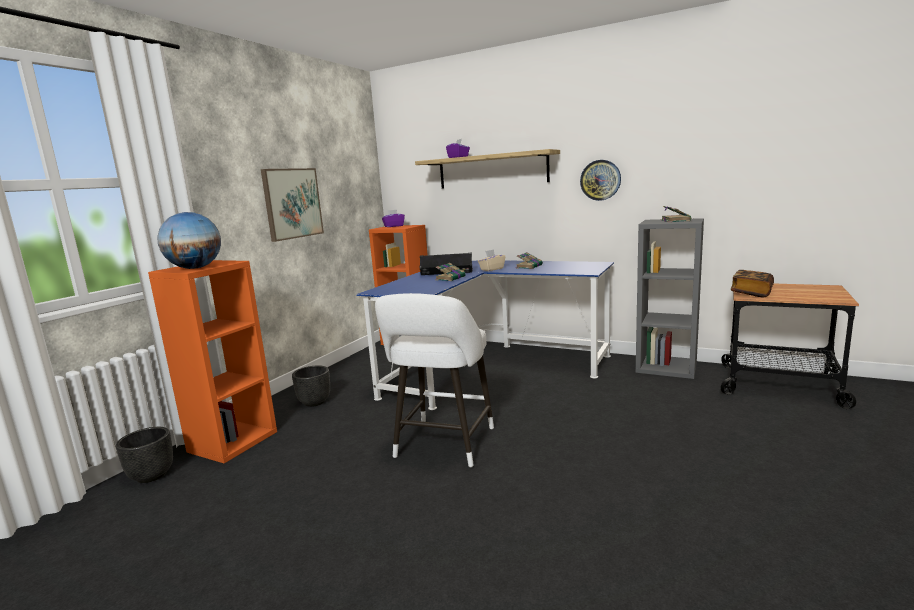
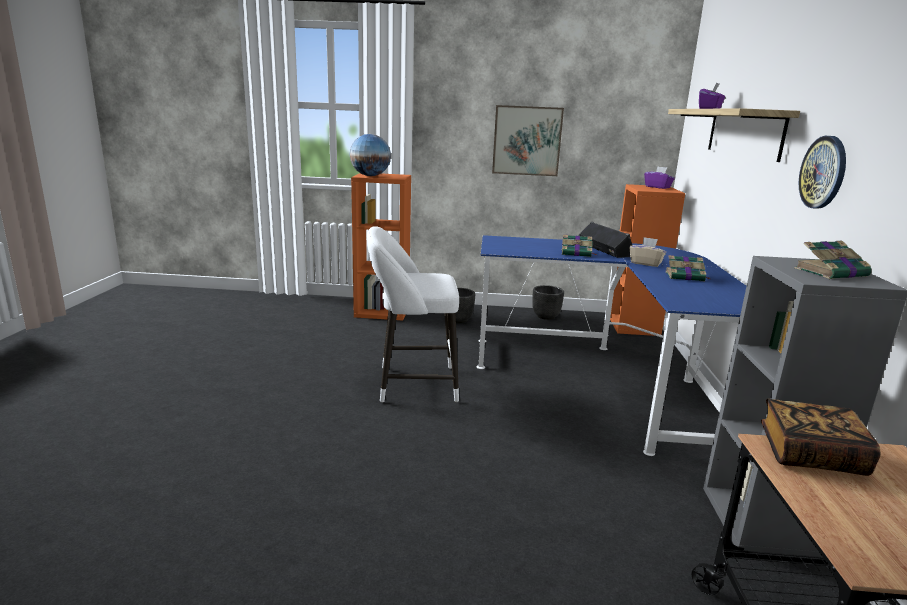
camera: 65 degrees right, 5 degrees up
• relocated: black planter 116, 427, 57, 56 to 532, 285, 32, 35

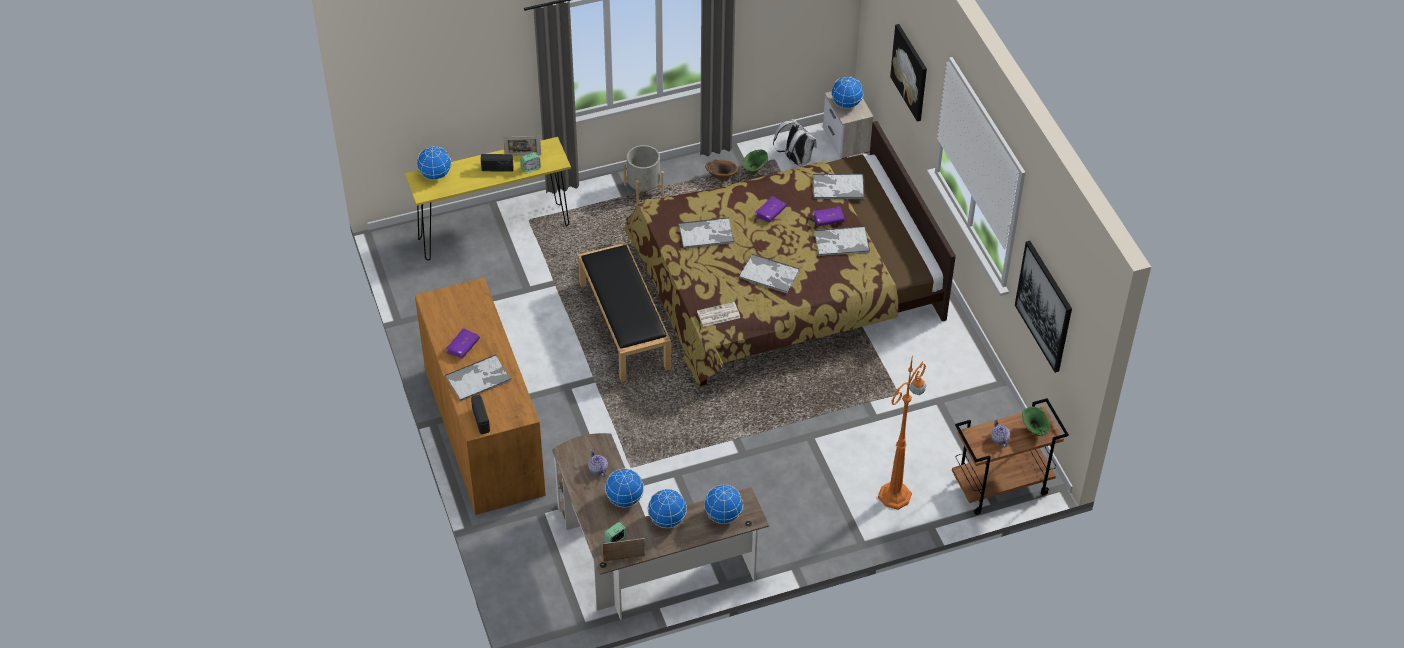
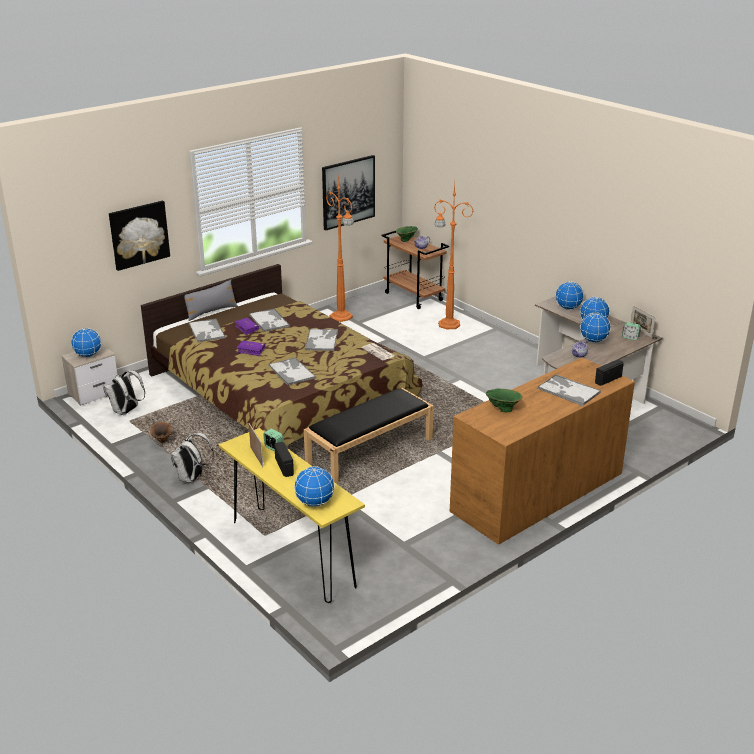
camera: 110 degrees left, 20 degrees down
• exchanged: grey planter 623, 145, 41, 58 to white backpack 170, 433, 44, 50
• relocated: green vase 742, 149, 26, 26 to 486, 388, 36, 24
• missing: purple book 446, 328, 34, 31
• appeared: orange floor lamp 326, 172, 28, 150
• appeared: grey pillow 184, 280, 54, 41

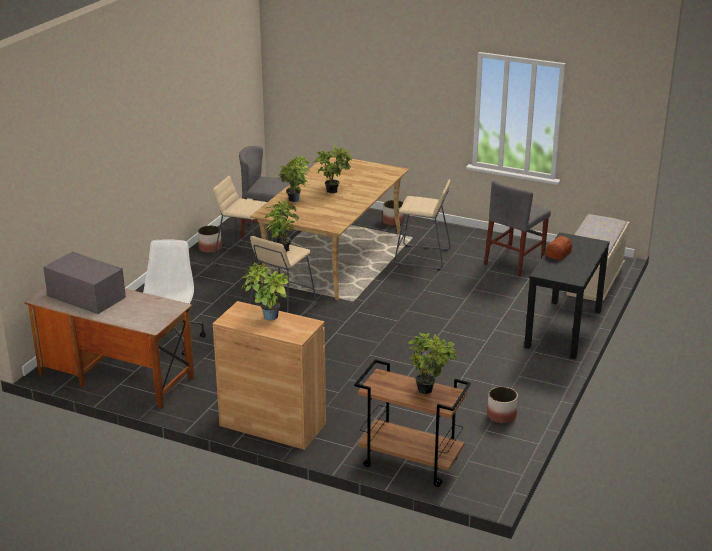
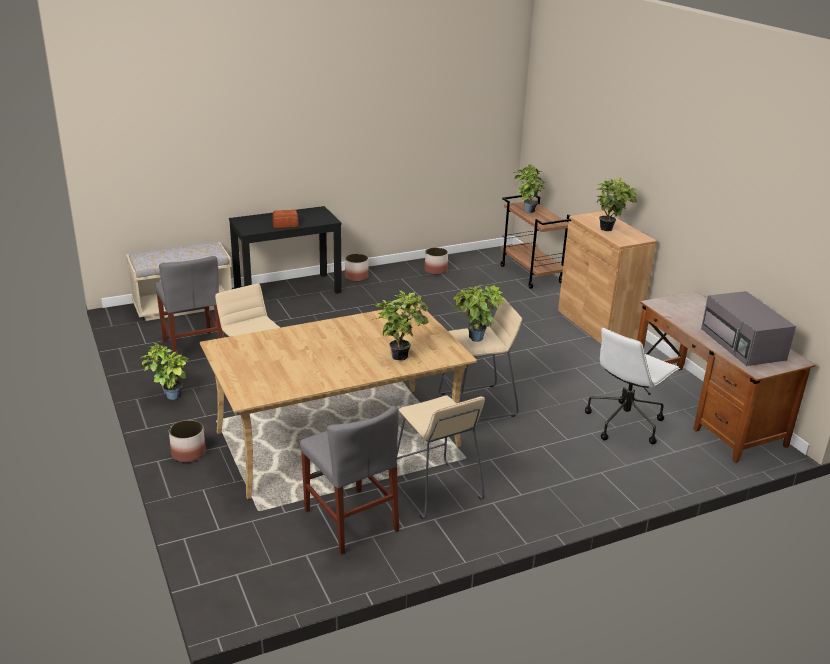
camera: 140 degrees left, 0 degrees up
• relocated: potted plant 312, 145, 40, 49 to 140, 343, 49, 57
• spun: grey chair 484, 180, 67, 97 = 155, 256, 68, 100 75 degrees clockwise
• relocated: planter 198, 226, 24, 27 to 345, 254, 24, 27

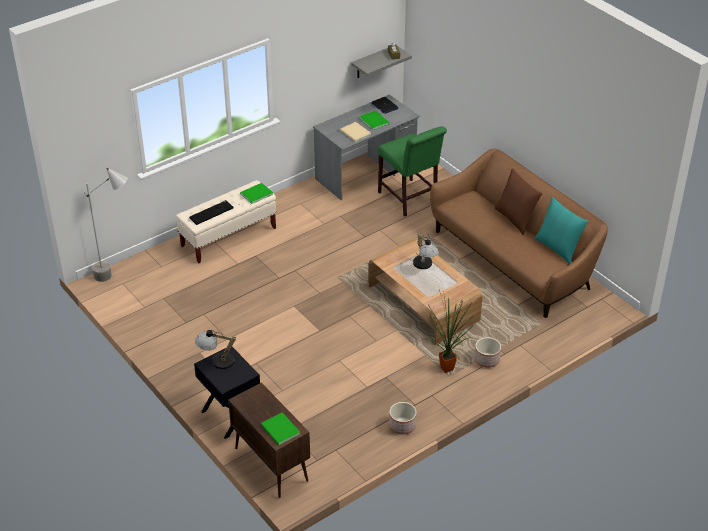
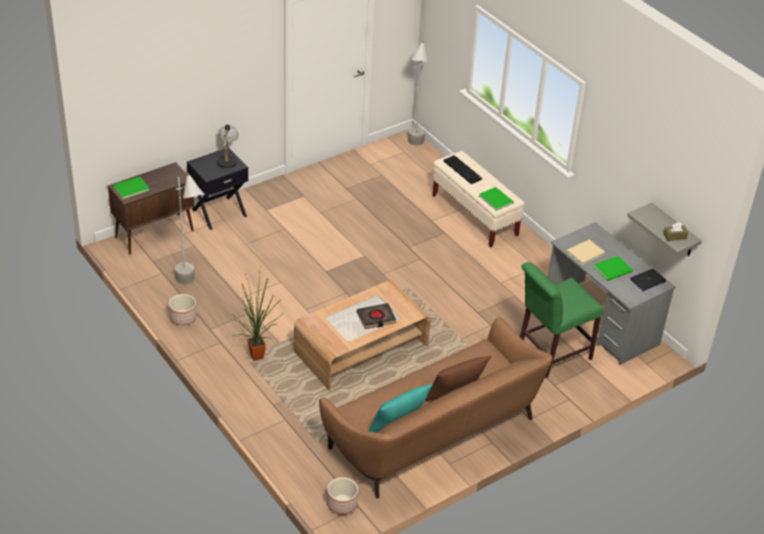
camera: 90 degrees right, 0 degrees up
• exchanged: table lamp 413, 233, 26, 36 to black book 357, 303, 39, 26
• relocated: planter 474, 337, 27, 31 to 327, 477, 31, 38
• appeared: grey floor lamp 175, 173, 28, 111

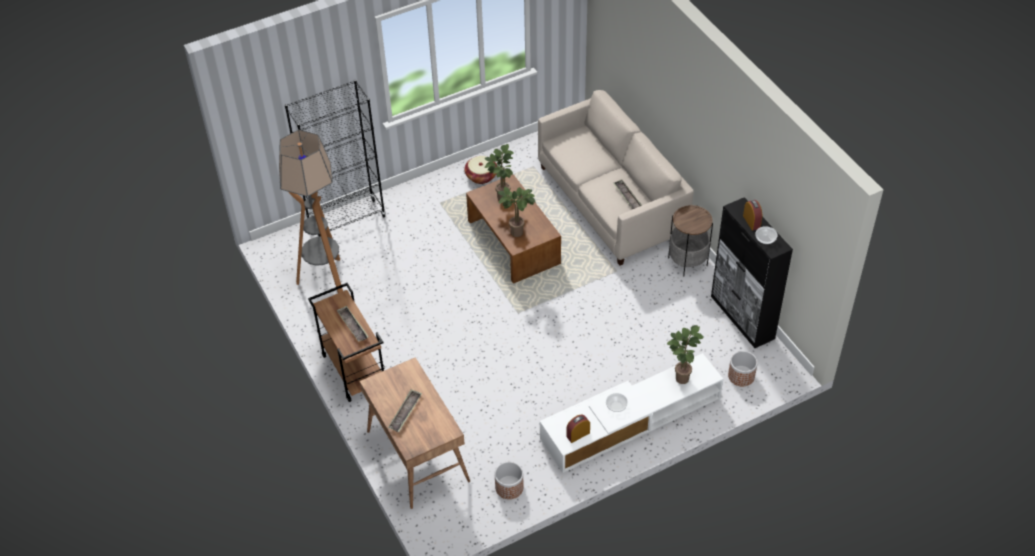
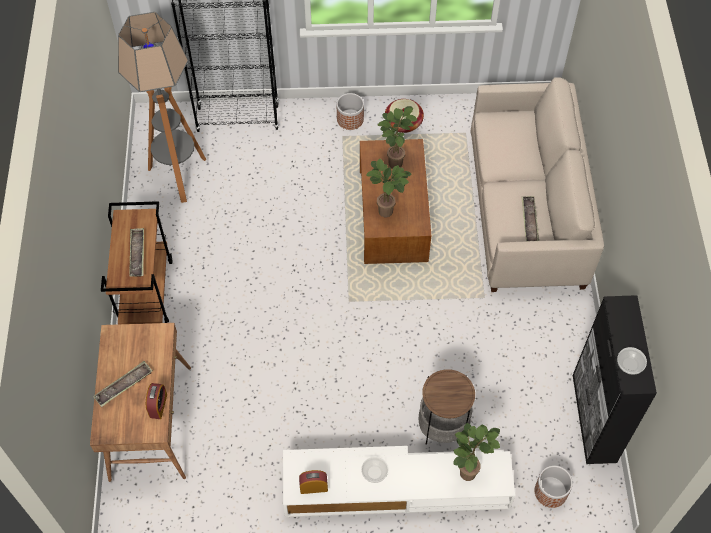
camera: 25 degrees right, 10 degrees up
• relocated: alarm clock 743, 200, 19, 31 to 146, 383, 21, 36
• relocated: side table 668, 205, 45, 71 to 418, 369, 57, 76
• relocated: planter 495, 462, 29, 37 to 337, 93, 27, 37

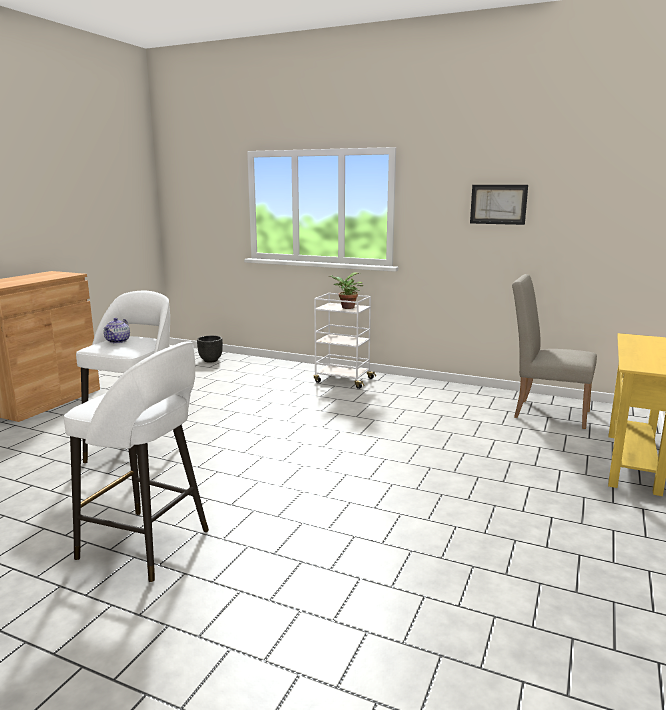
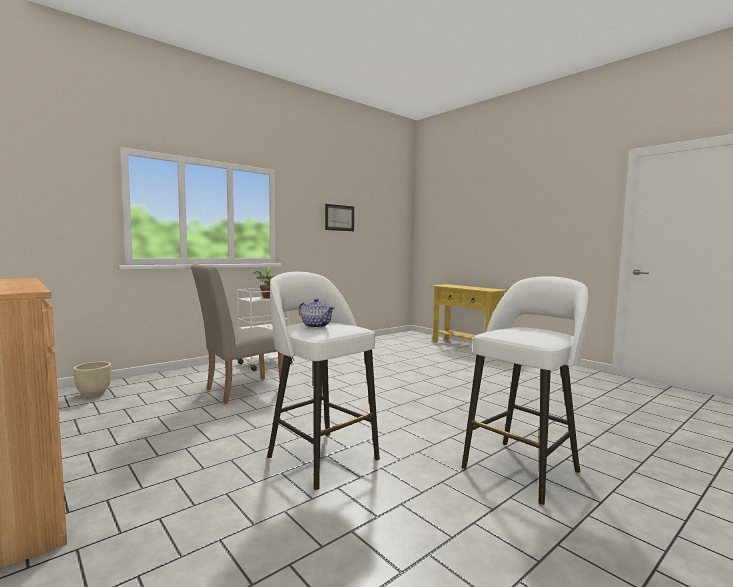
camera: 65 degrees left, 10 degrees down
• relocated: beige chair 512, 274, 85, 155 to 191, 264, 93, 140
• colour: black planter 197, 335, 26, 28 to beige planter 73, 361, 38, 36

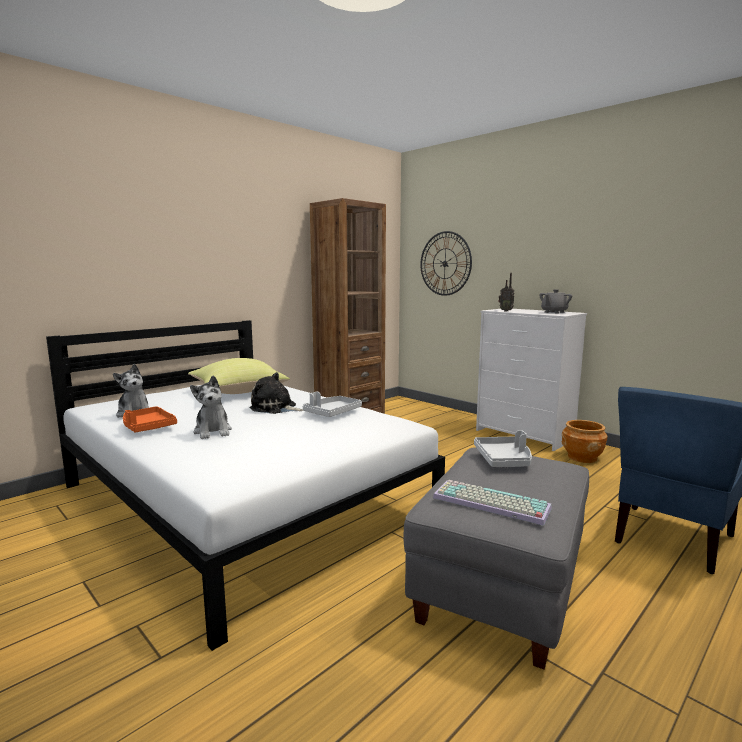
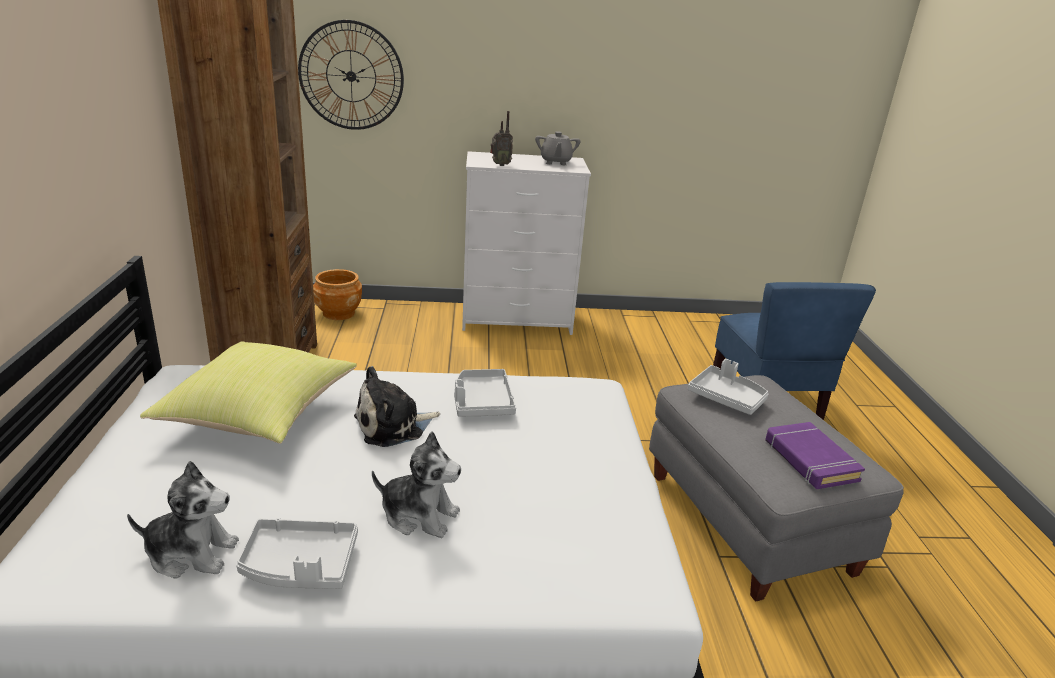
camera: 50 degrees left, 15 degrees up
• colour: orange tray 123, 406, 54, 26 to grey tray 236, 518, 122, 71
• relocated: brown planter 562, 420, 46, 43 to 313, 269, 49, 51
• exchanged: keyboard 433, 480, 119, 46 to purple book 765, 422, 100, 67

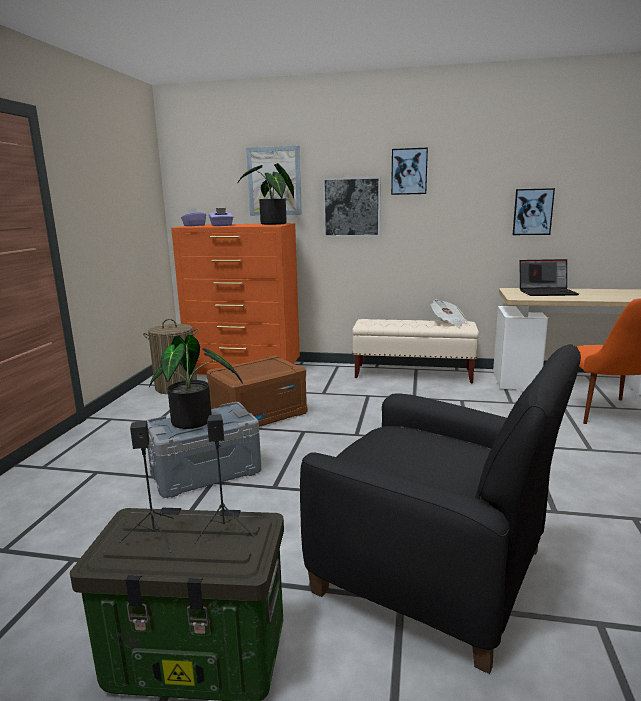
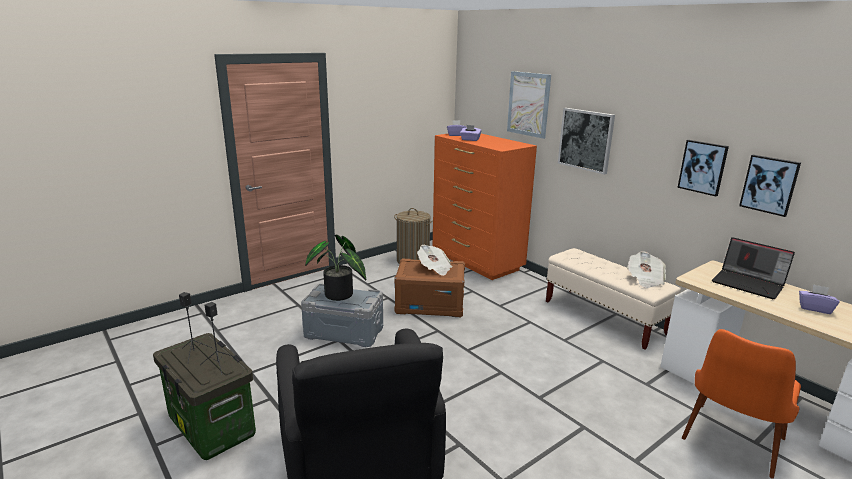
camera: 40 degrees right, 5 degrees up
• relocated: picture 391, 148, 37, 47 to 677, 140, 52, 56
• missing: potted plant 237, 163, 57, 62
• appeared: newspaper 417, 245, 36, 31
• appeared: purple tissue box 799, 284, 41, 30

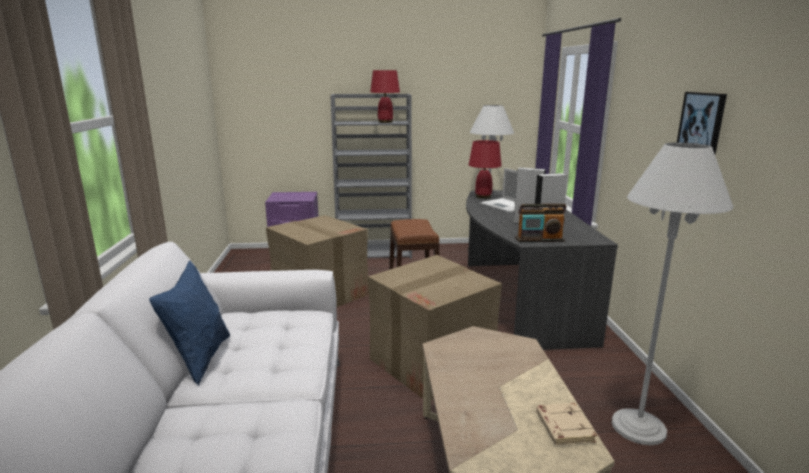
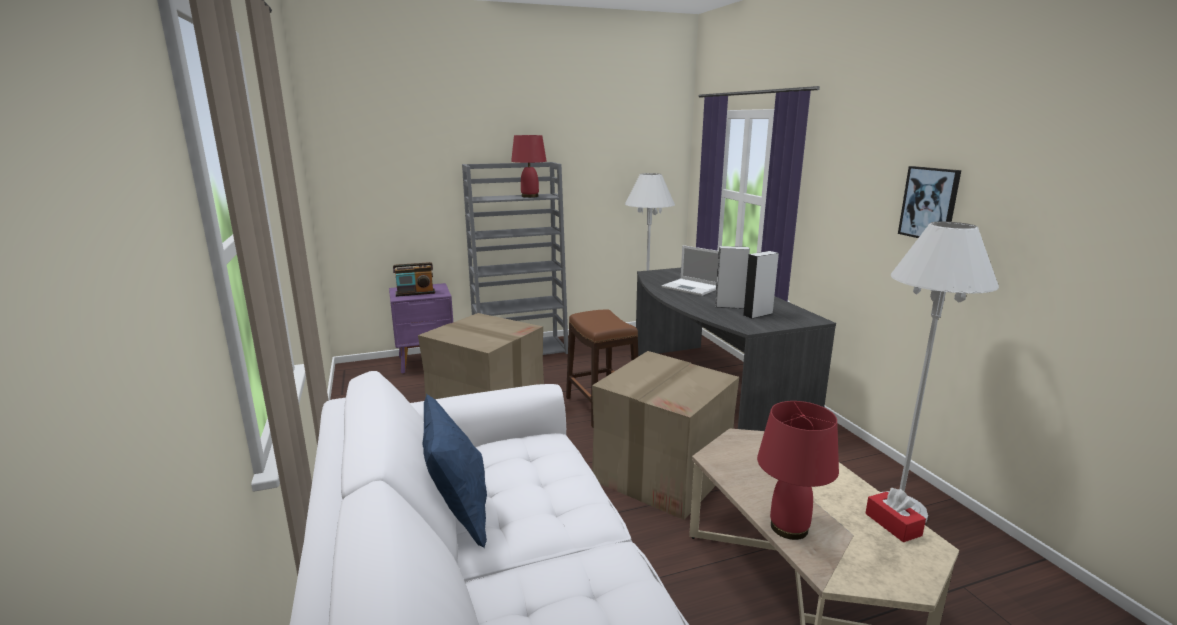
camera: 15 degrees left, 0 degrees up
• relocated: red table lamp 469, 140, 33, 59 to 757, 401, 82, 139
• relocated: radio 515, 204, 51, 38 to 393, 262, 42, 35
• exchanged: beige book 536, 403, 61, 42 to red tissue box 865, 488, 61, 54

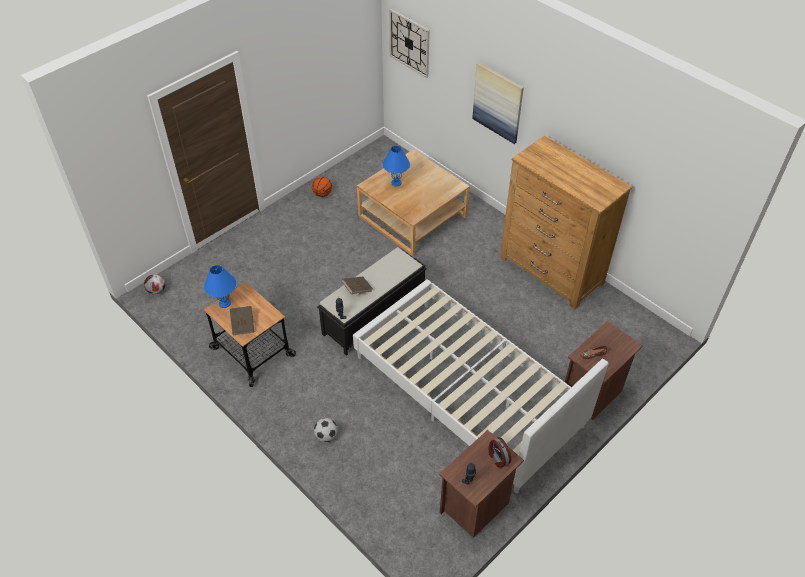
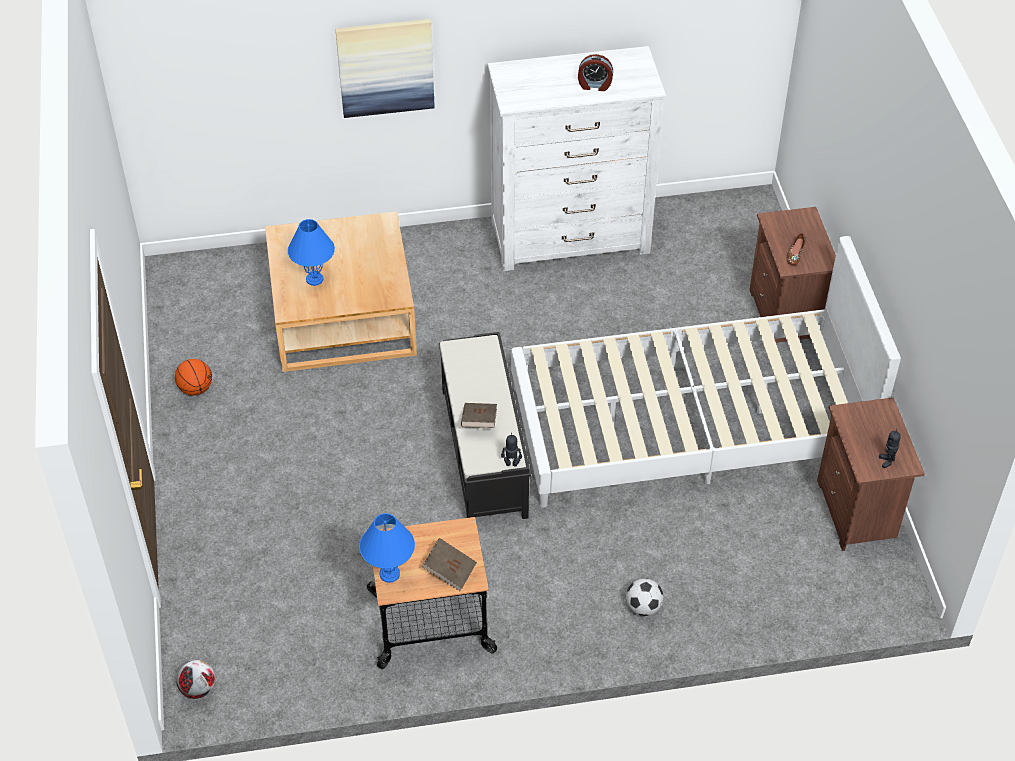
camera: 55 degrees left, 0 degrees up
• missing: wall clock 389, 9, 41, 69
• colour: brown dresser 500, 135, 133, 174 to white dresser 488, 46, 178, 225
• relocated: alarm clock 489, 437, 22, 31 to 578, 54, 35, 37

